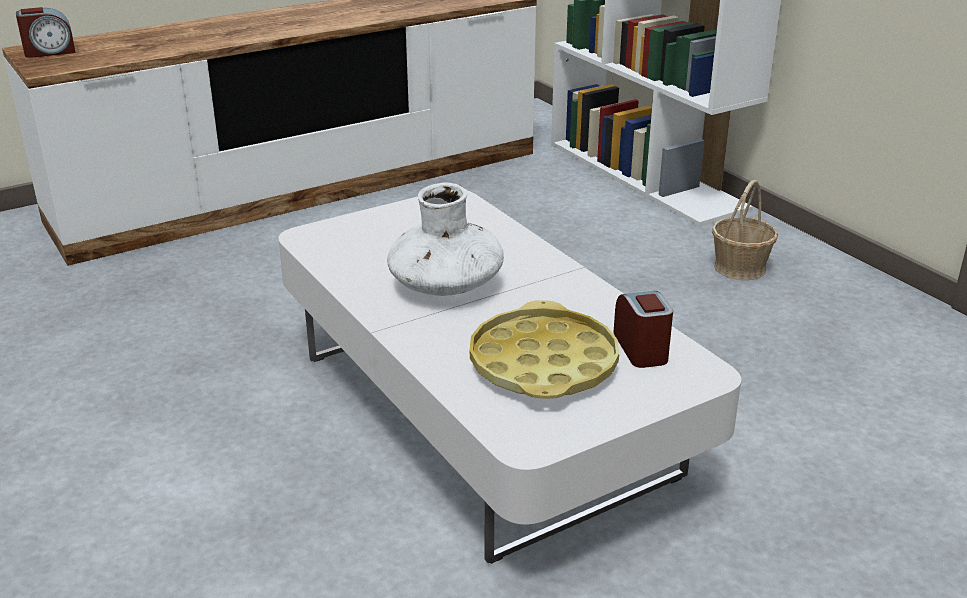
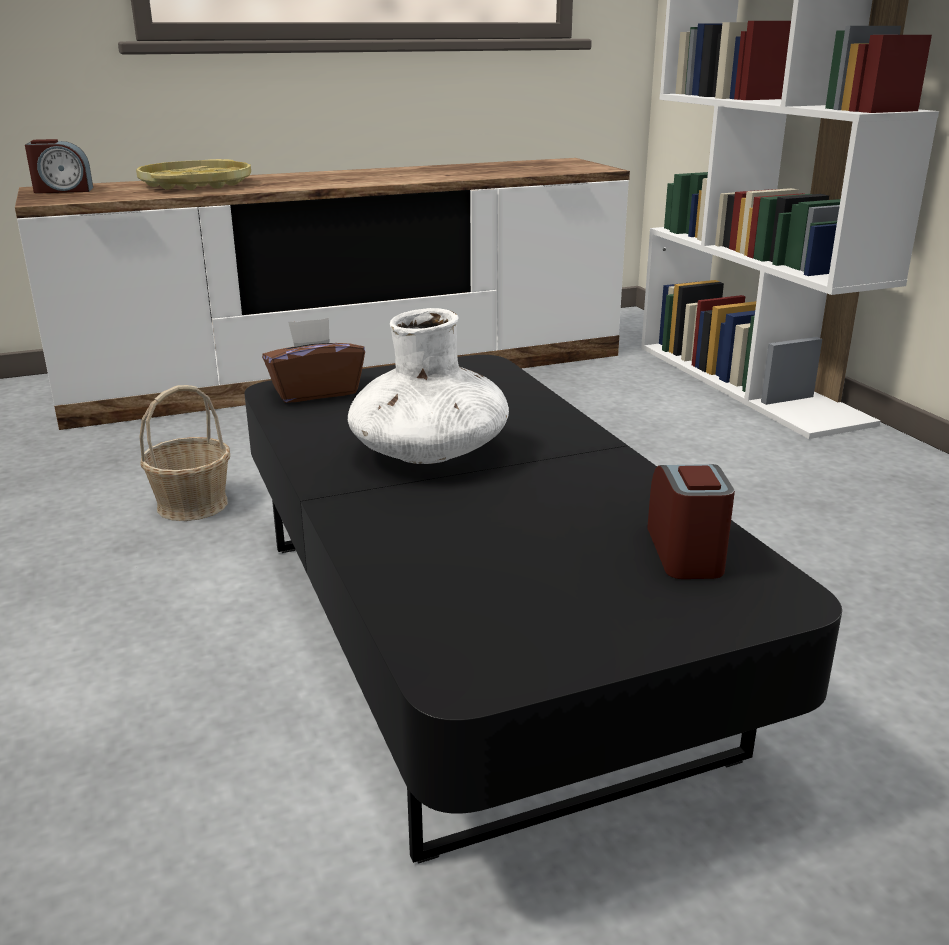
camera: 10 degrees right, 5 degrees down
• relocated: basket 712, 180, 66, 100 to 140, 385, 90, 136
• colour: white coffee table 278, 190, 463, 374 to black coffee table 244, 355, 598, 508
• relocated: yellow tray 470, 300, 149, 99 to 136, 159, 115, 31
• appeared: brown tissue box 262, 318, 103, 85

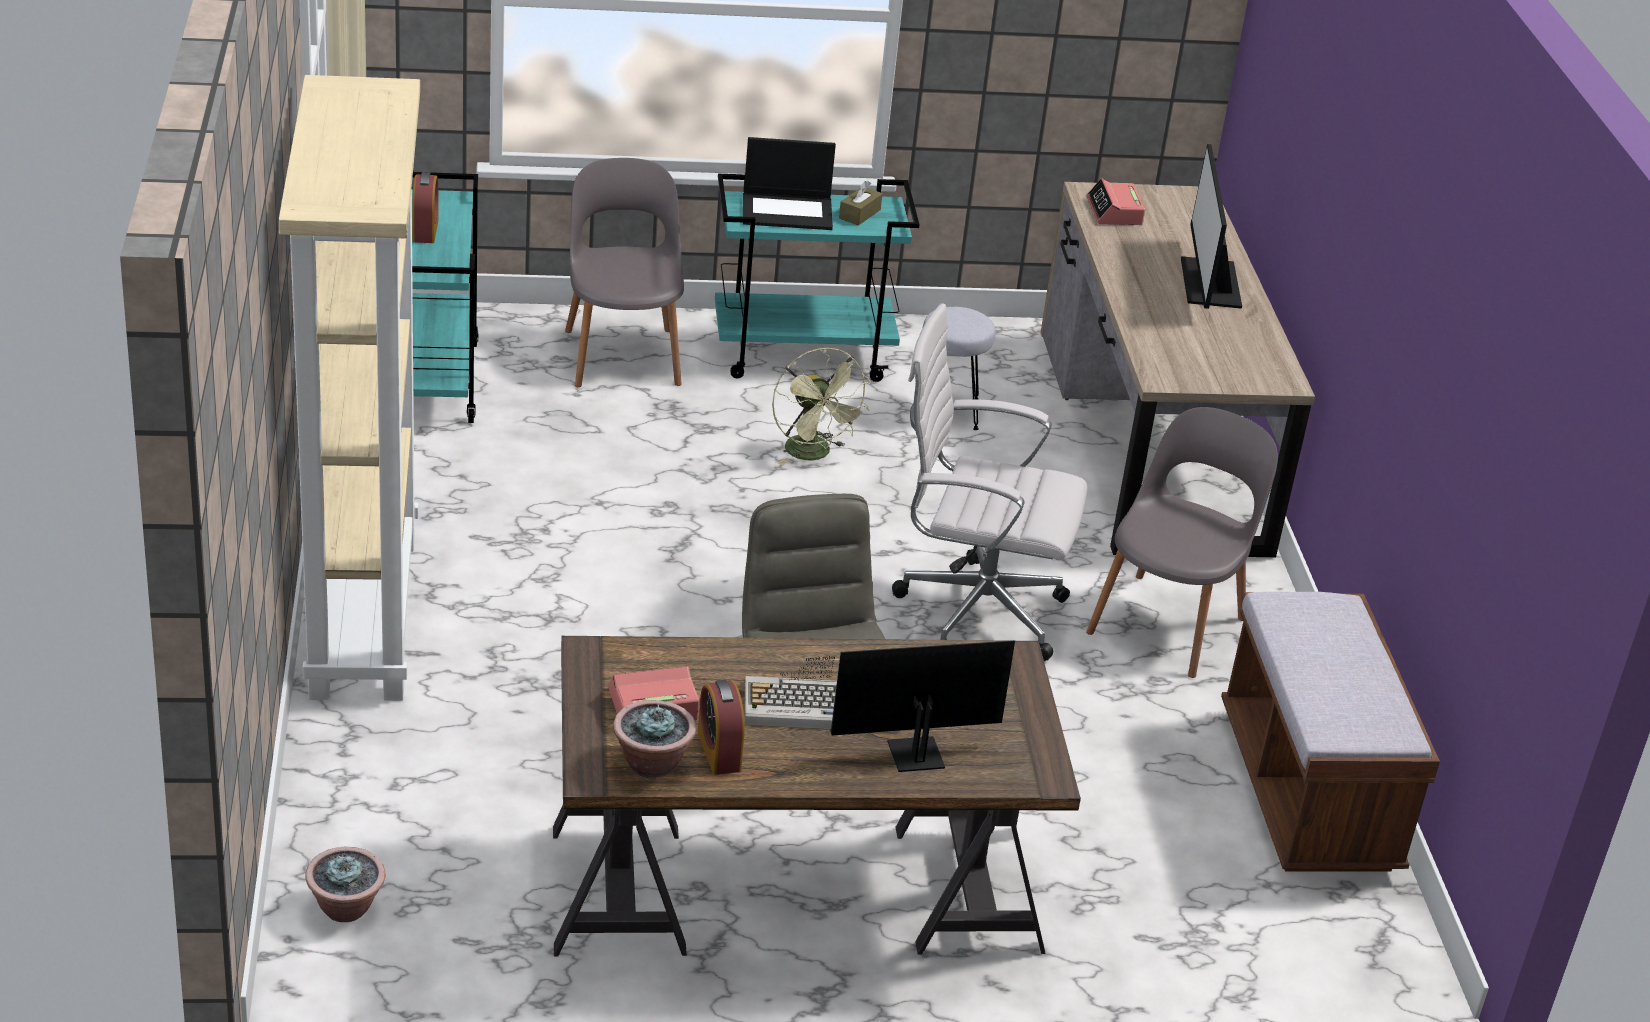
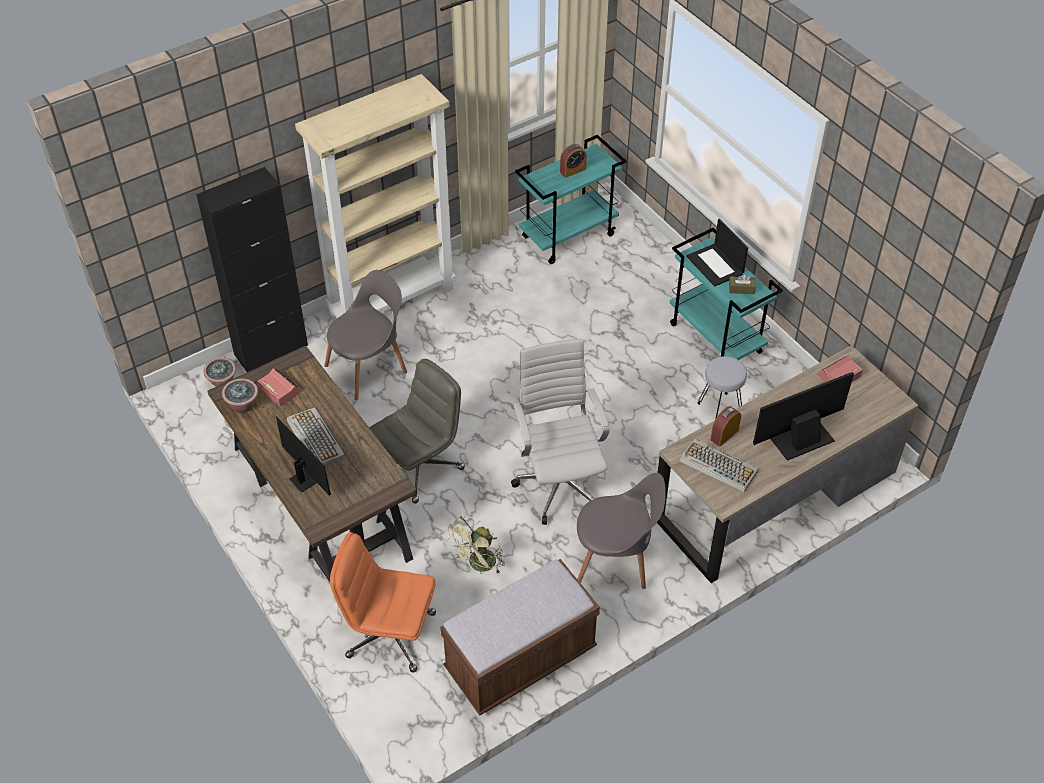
camera: 65 degrees right, 15 degrees up
• relocated: grey chair 565, 158, 119, 229 to 324, 270, 83, 130
• relocated: green fan 772, 348, 99, 117 to 446, 516, 59, 58
• relocated: alarm clock 698, 680, 47, 95 to 710, 406, 31, 41
• appeared: black cabinet 196, 167, 112, 205
• appeared: keyboard 679, 438, 80, 54
• appeared: orange office chair 330, 532, 106, 141

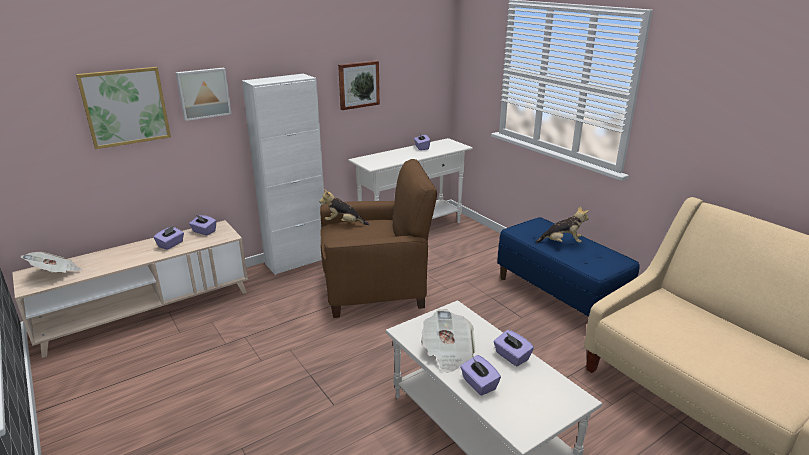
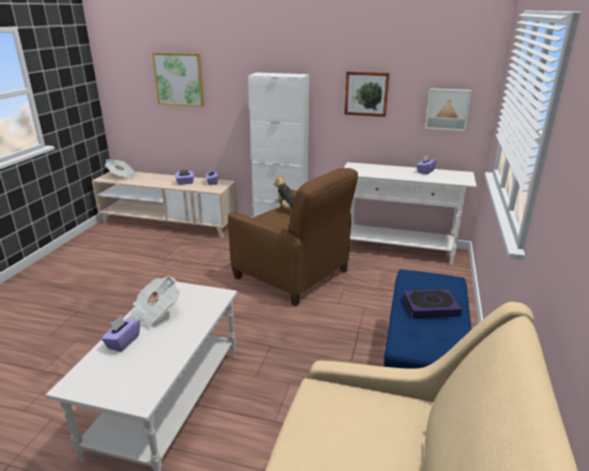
camera: 50 degrees right, 0 degrees up
• relocated: picture 176, 68, 56, 53 to 425, 88, 47, 43
• exchanged: plush toy 536, 206, 53, 37 to book 403, 288, 59, 30
• missing: purple tissue box 494, 330, 40, 36

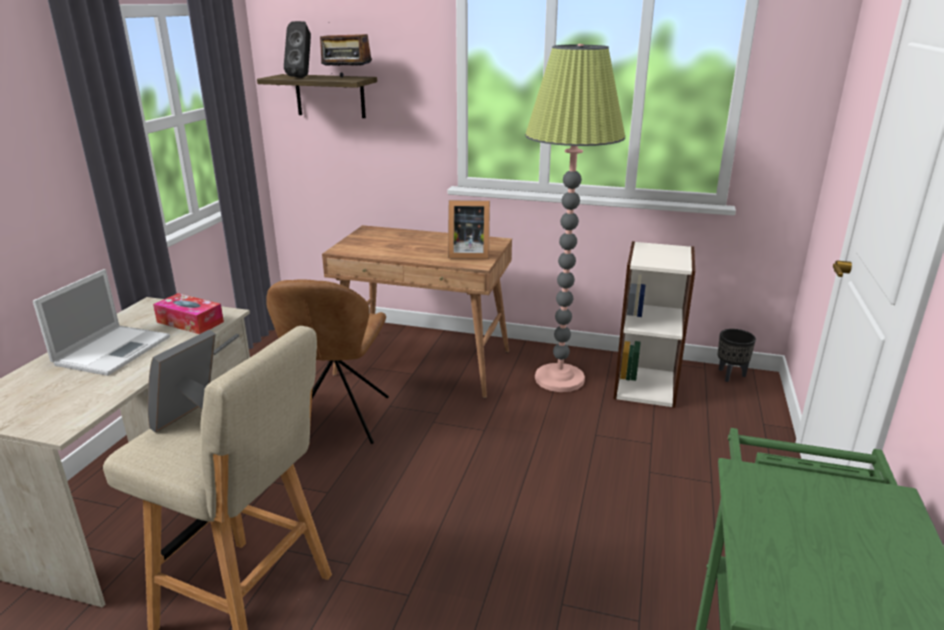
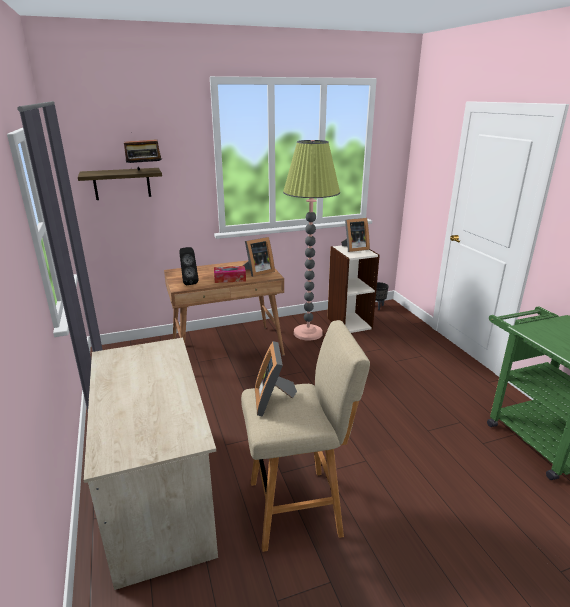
camera: 35 degrees left, 0 degrees up
• relocated: black speaker 284, 21, 27, 57 to 179, 247, 20, 38
• missing: laptop 33, 269, 137, 107
• missing: brown chair 266, 280, 123, 164
• relocated: tissue box 153, 293, 71, 41 to 214, 266, 32, 17
• appeared: picture frame 341, 218, 29, 34

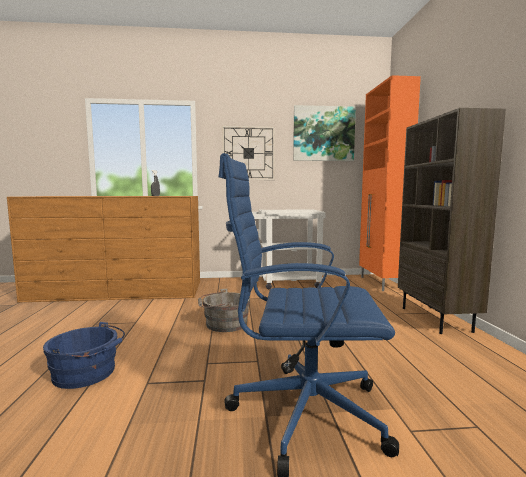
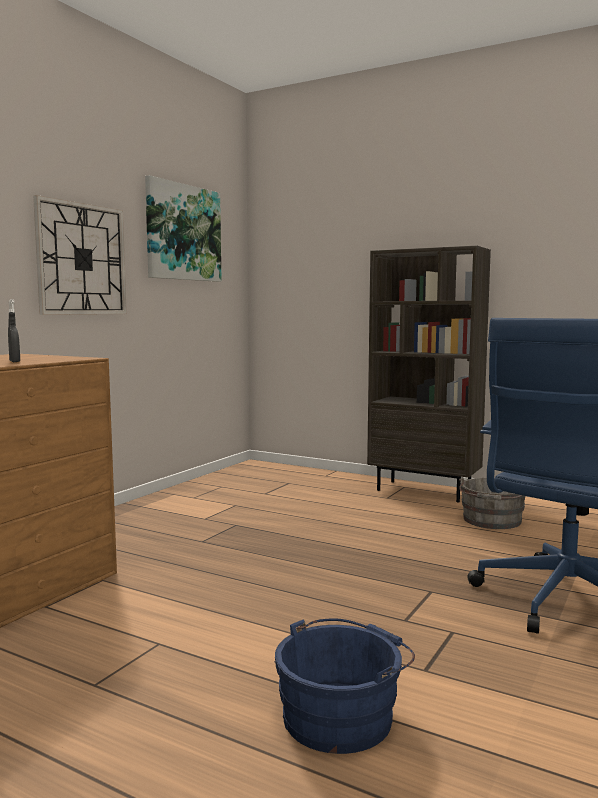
camera: 55 degrees left, 0 degrees up
• missing: orange cabinet 359, 75, 62, 216
• missing: white cart 252, 210, 74, 79
• relocated: grey bucket 198, 289, 52, 43 to 459, 477, 66, 52

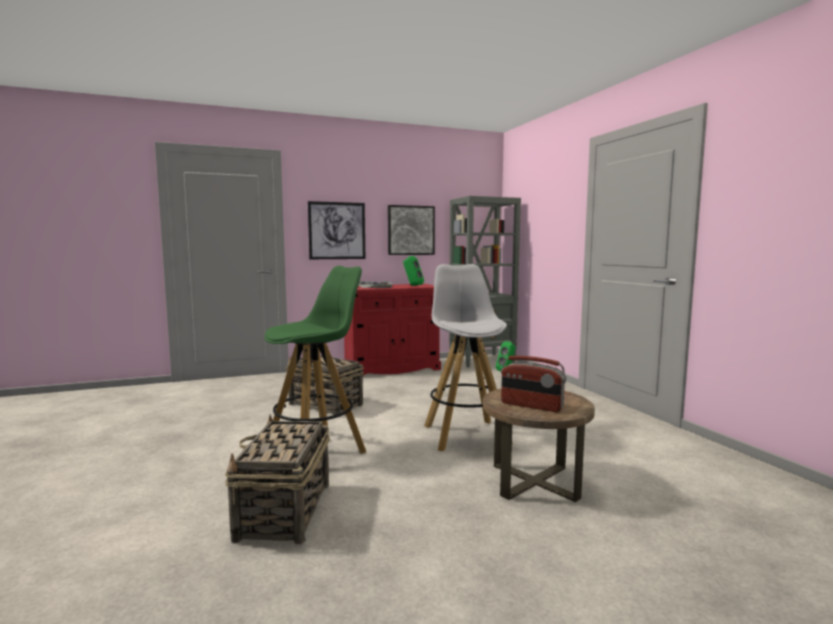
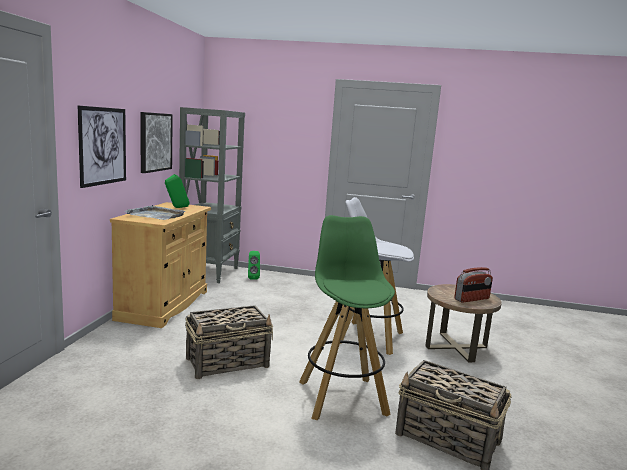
camera: 60 degrees left, 5 degrees up
• colour: red cabinet 344, 284, 97, 91 to beige cabinet 110, 202, 101, 126

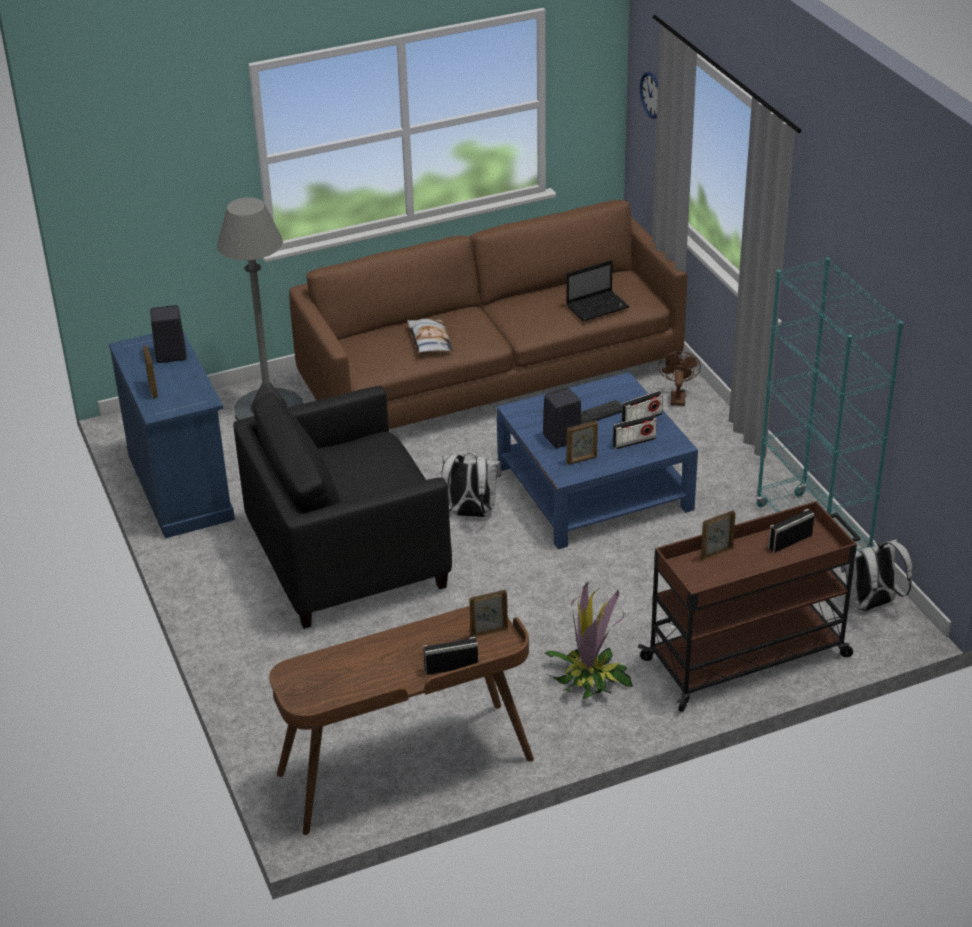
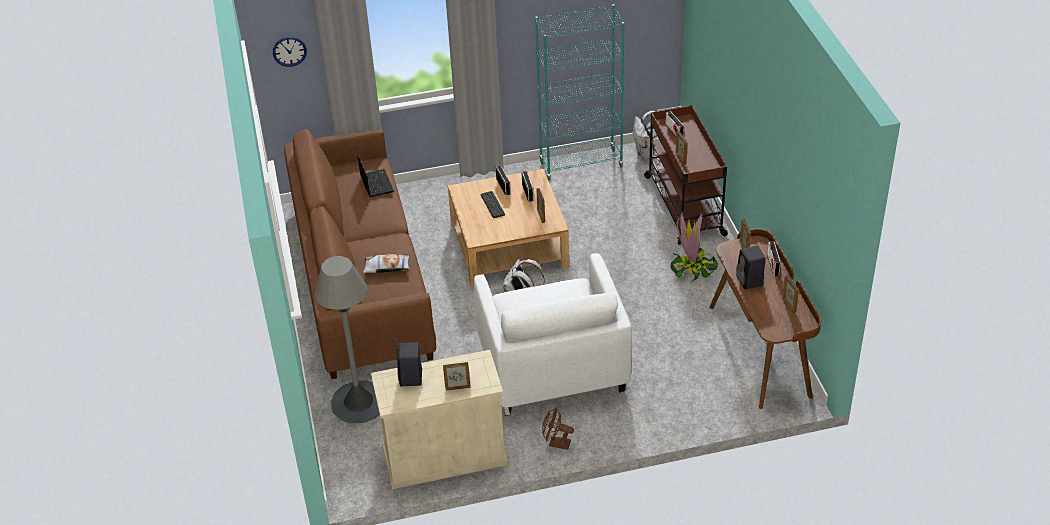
camera: 80 degrees left, 5 degrees up
• colour: blue cabinet 109, 331, 126, 207 to beige cabinet 371, 350, 136, 139
• relocated: brown fan 658, 351, 43, 55 to 542, 408, 32, 42
• colour: blue coffee table 497, 372, 201, 177 to beige coffee table 448, 169, 121, 117
• colour: black armchair 233, 386, 219, 243 to white armchair 474, 253, 158, 163
• relocated: black speaker 543, 388, 38, 60 to 736, 246, 30, 43
• appeared: picture frame 782, 275, 17, 38

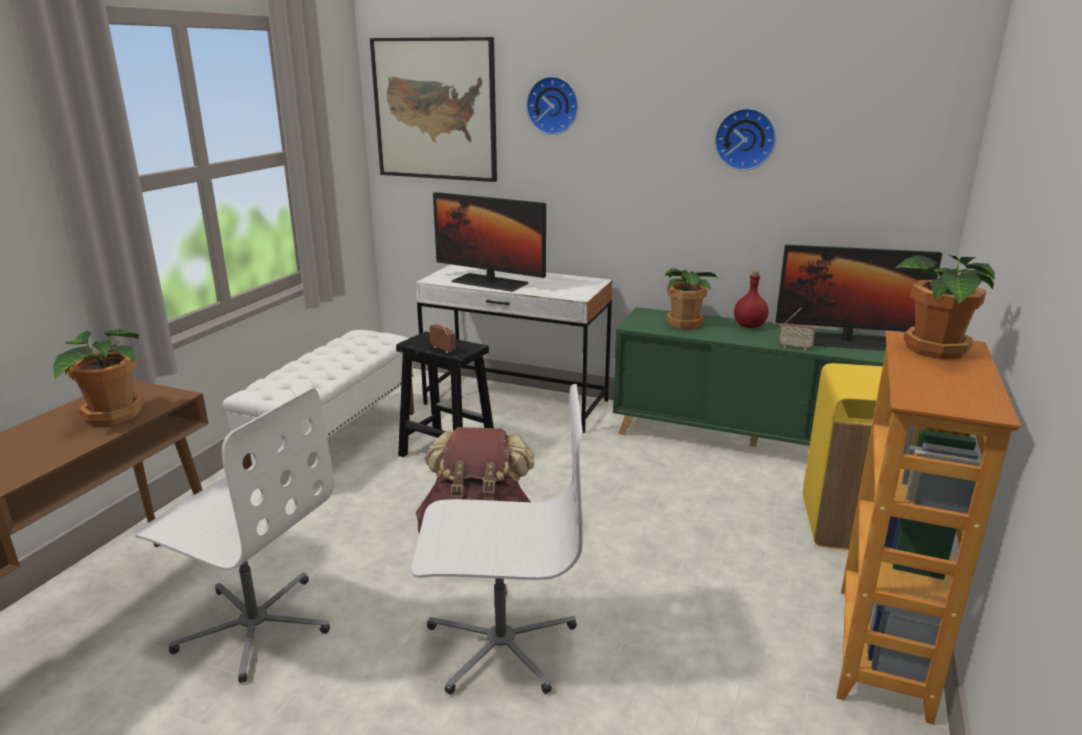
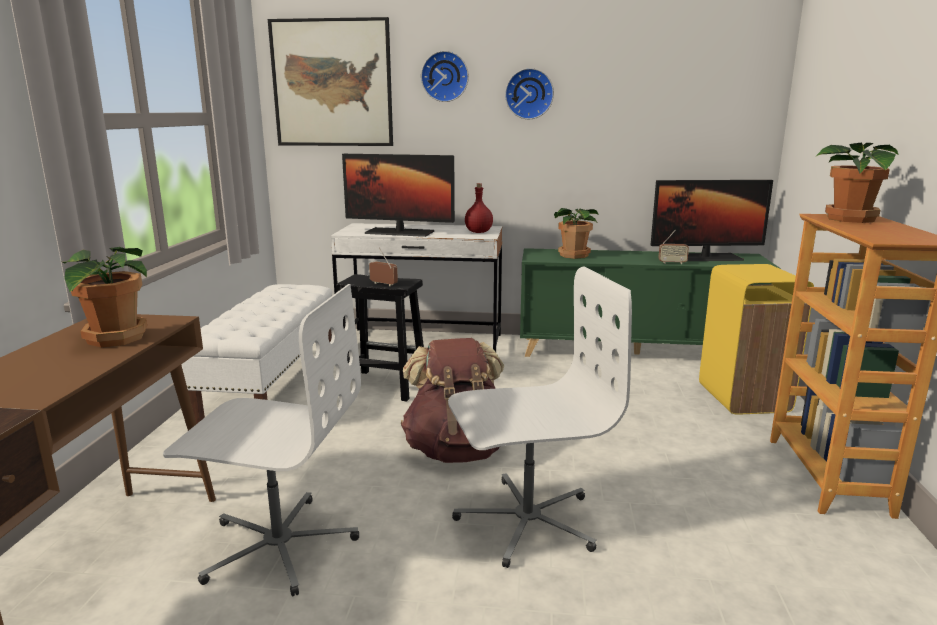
camera: 15 degrees left, 5 degrees down
• relocated: wall clock 714, 108, 62, 63 to 505, 68, 49, 51
• relocated: red bottle 734, 270, 35, 58 to 465, 183, 28, 50

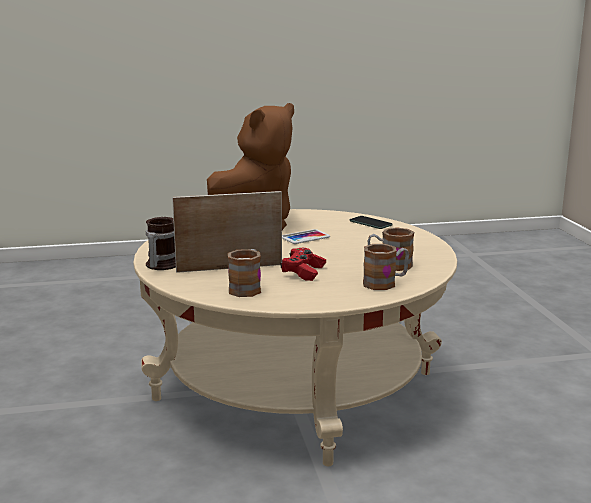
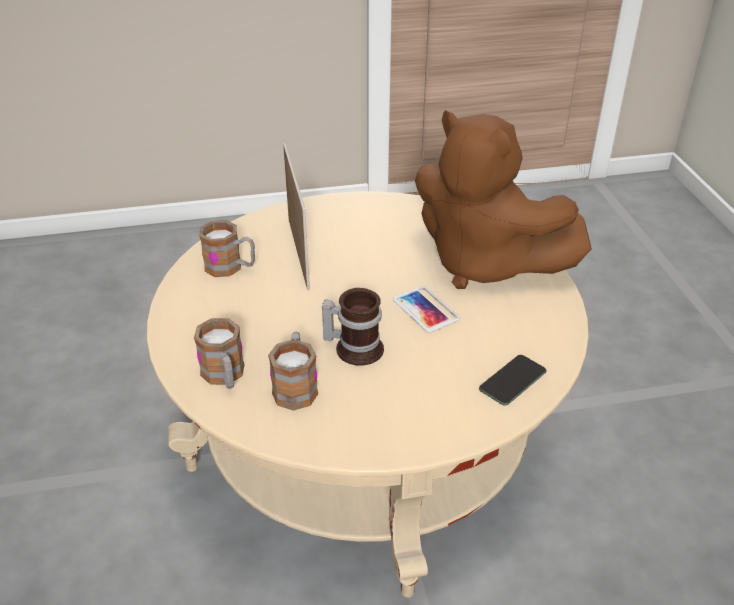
camera: 90 degrees right, 20 degrees up
• relocated: mug 146, 217, 30, 53 to 322, 288, 62, 78
• missing: red game controller 280, 248, 46, 33

